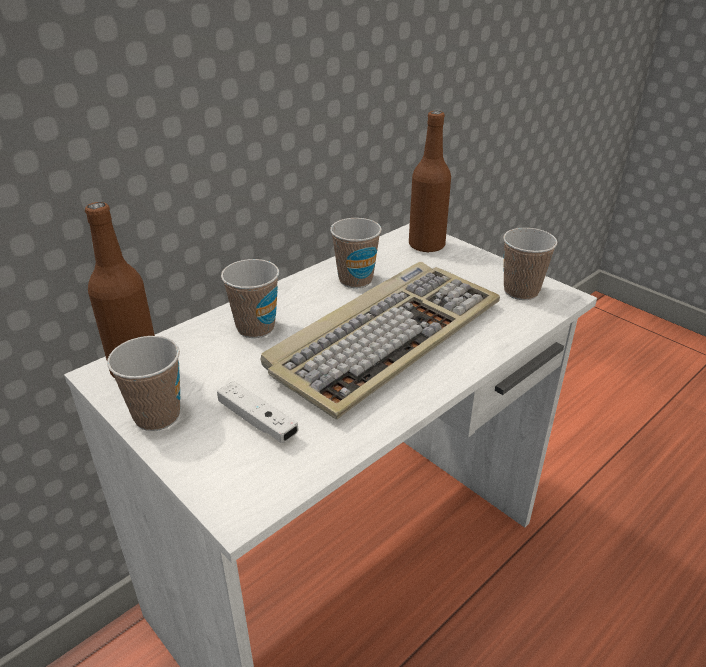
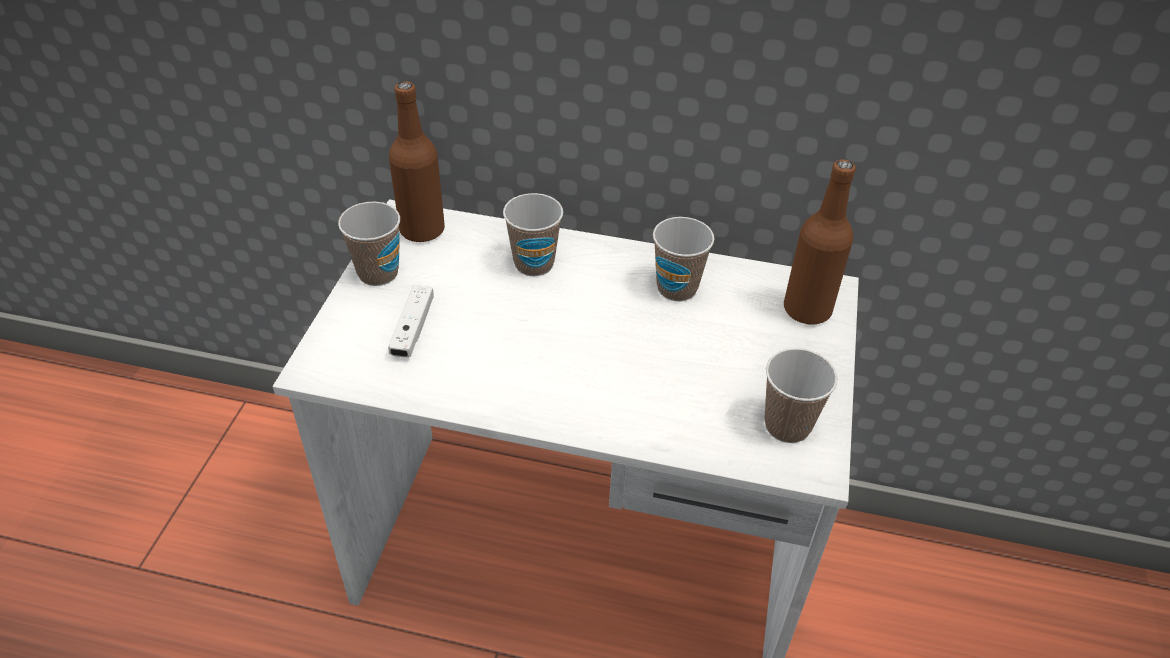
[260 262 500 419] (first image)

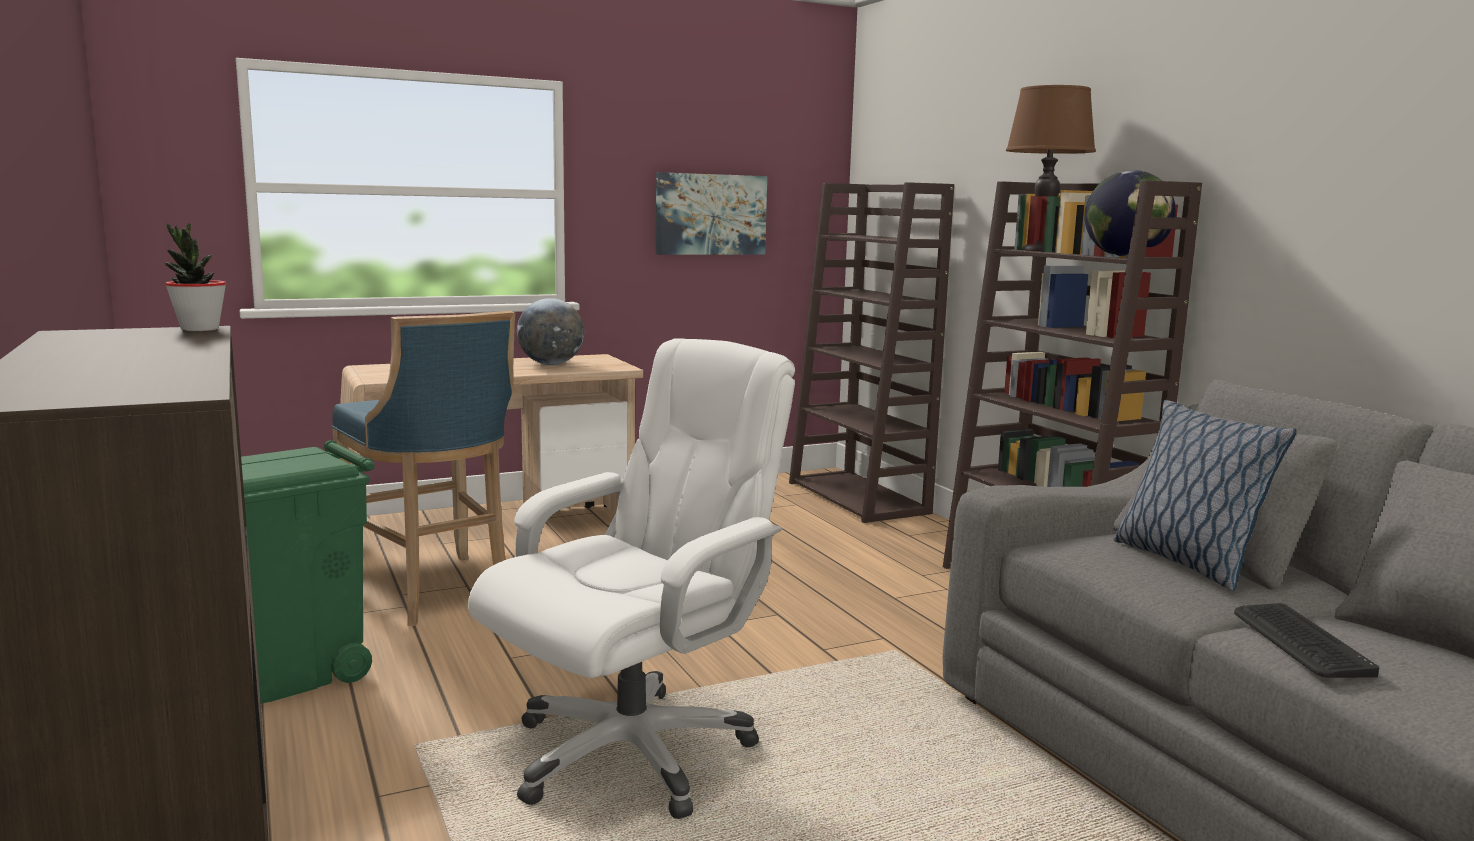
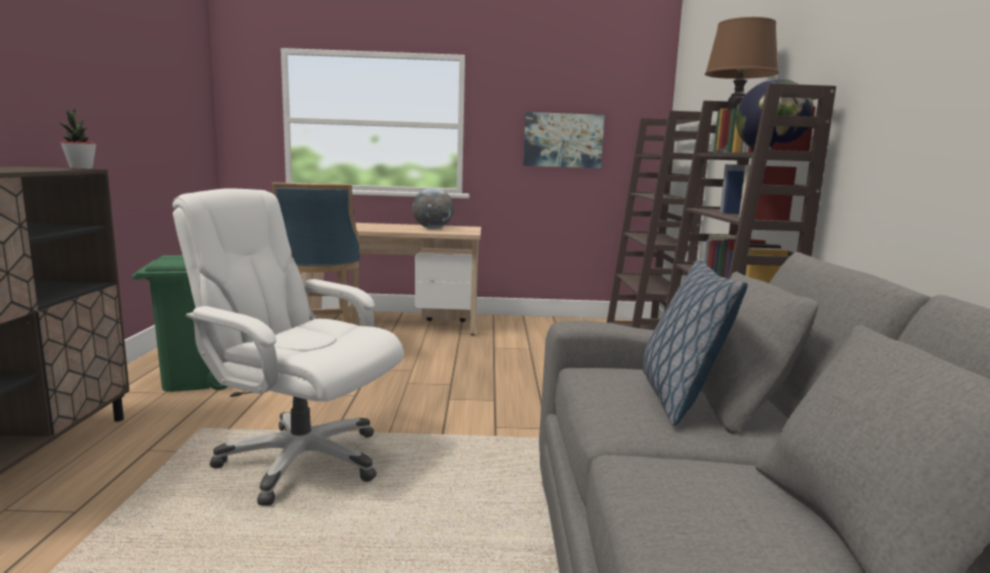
[172 188 404 506]
[1234 603 1379 678] (first image)

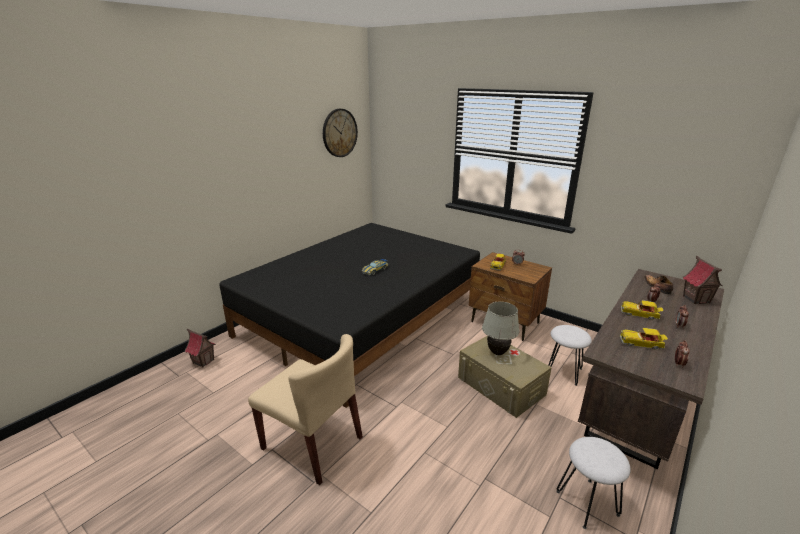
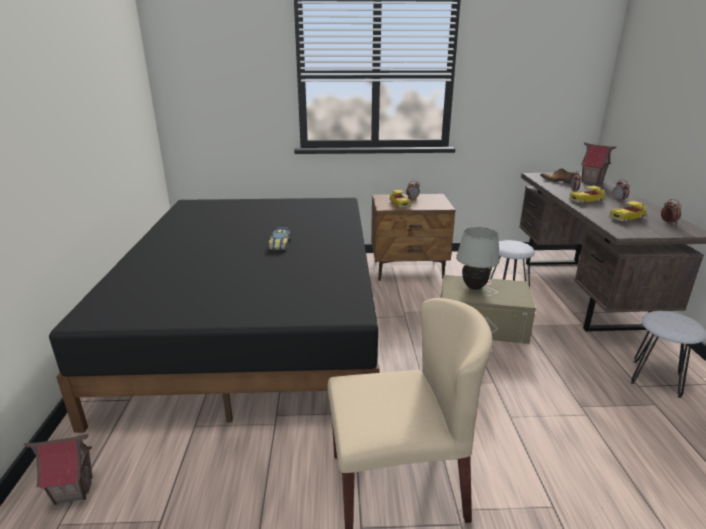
[323 109 358 157] (first image)

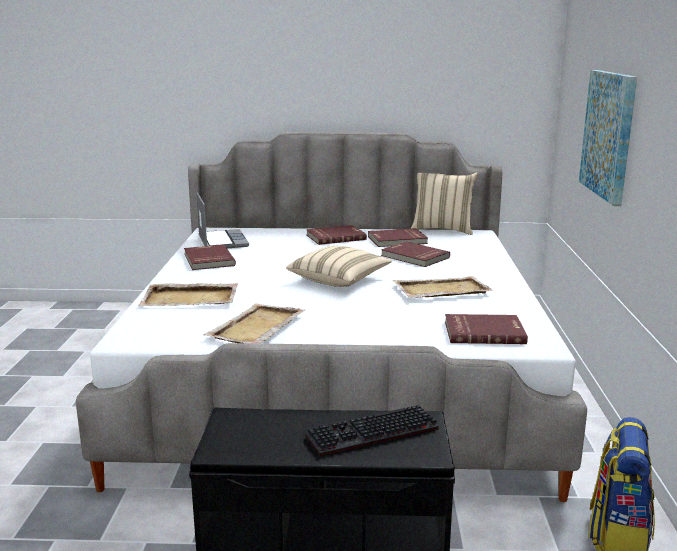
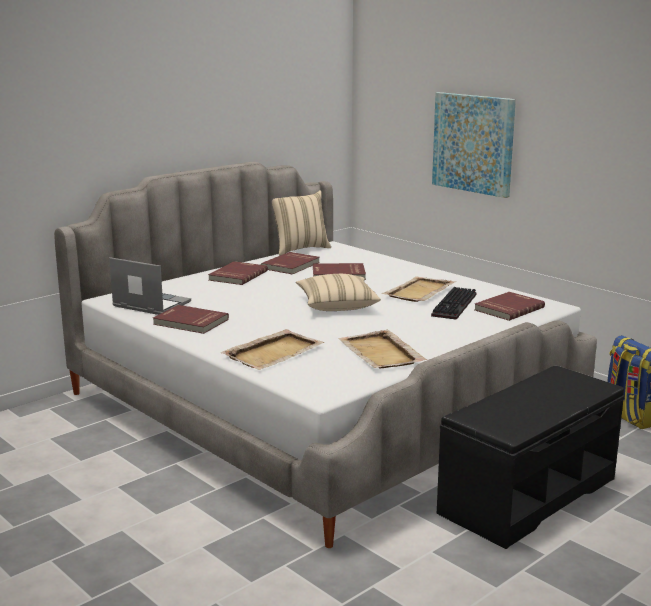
[431 287 476 320]

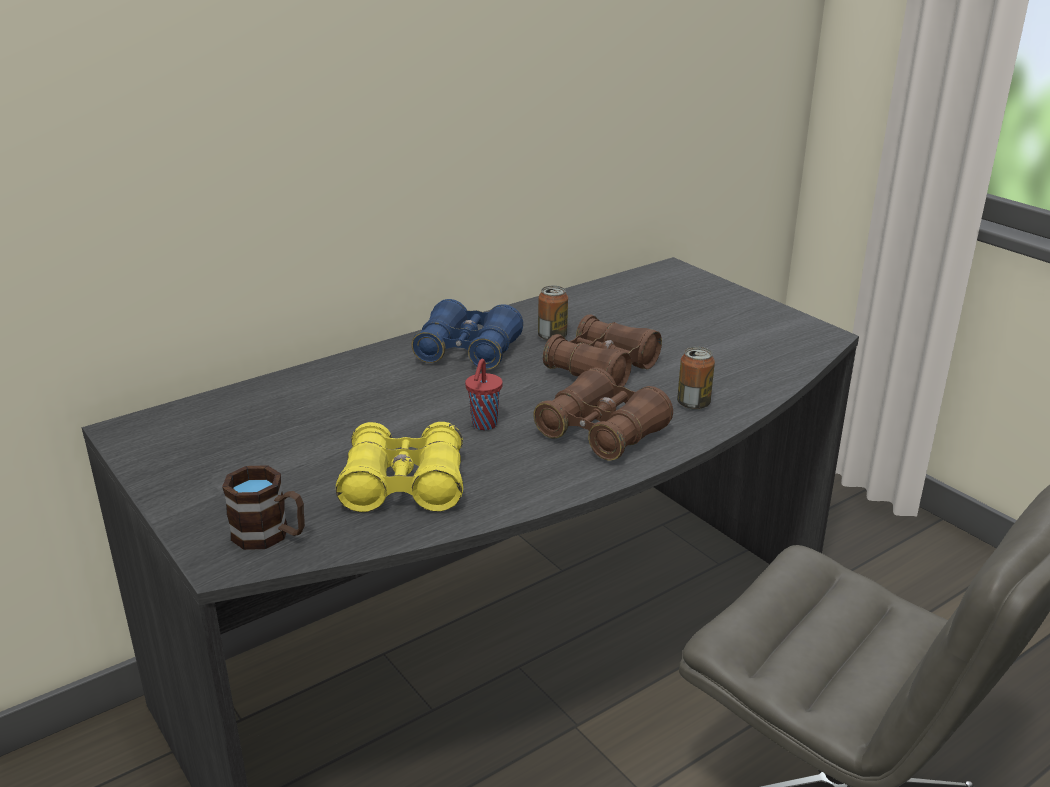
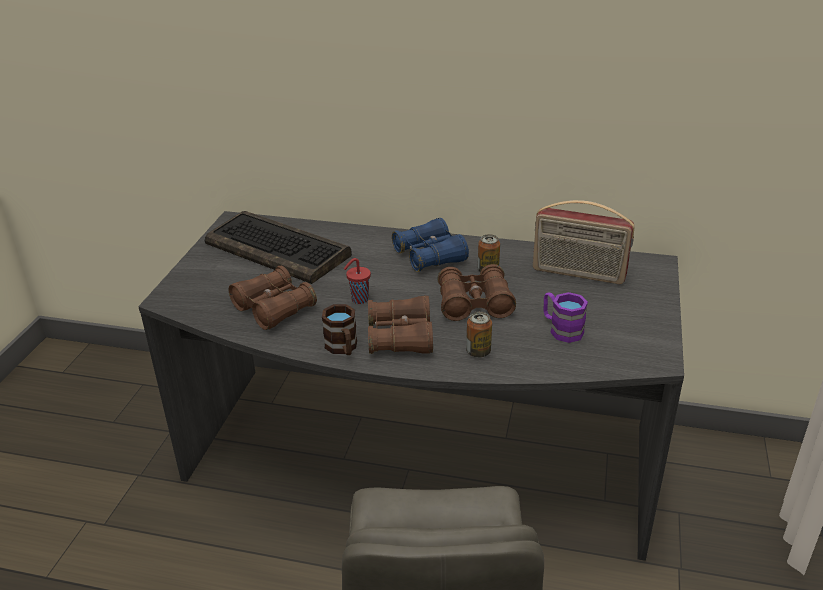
[205 211 352 284]
[228 266 317 330]
[322 304 357 355]
[533 200 635 284]
[544 292 588 343]

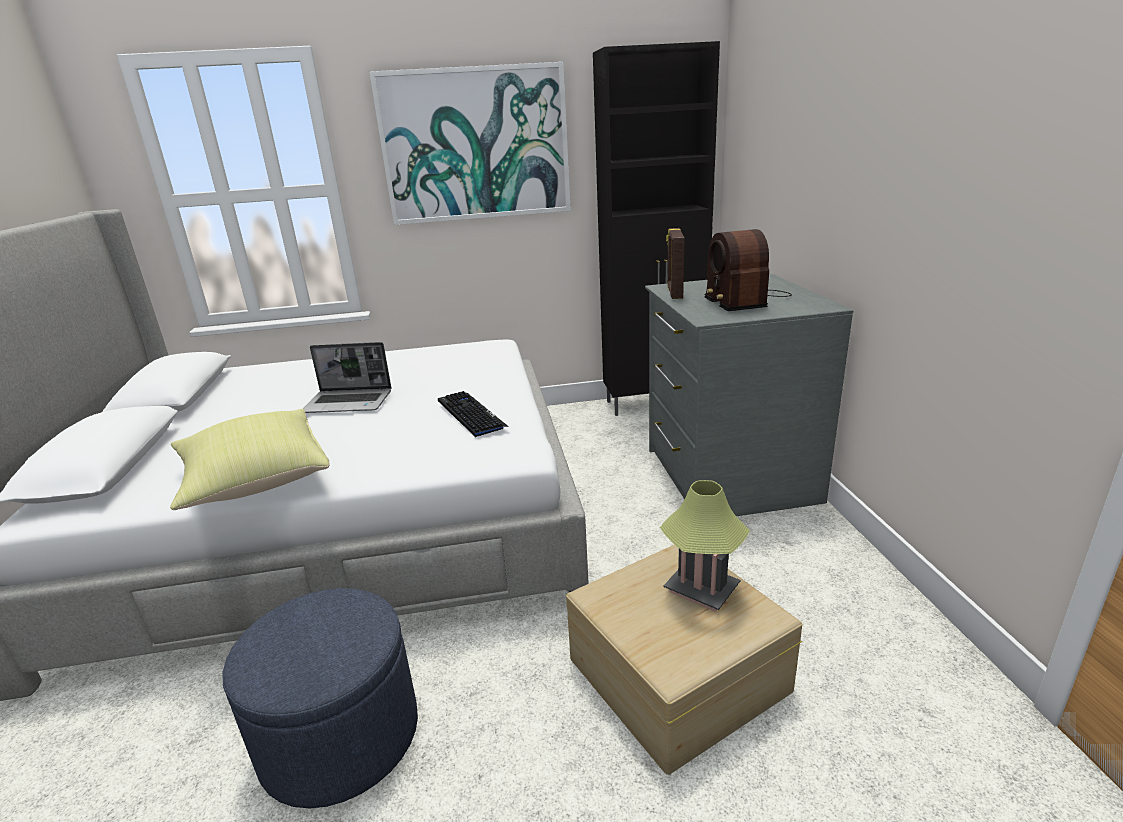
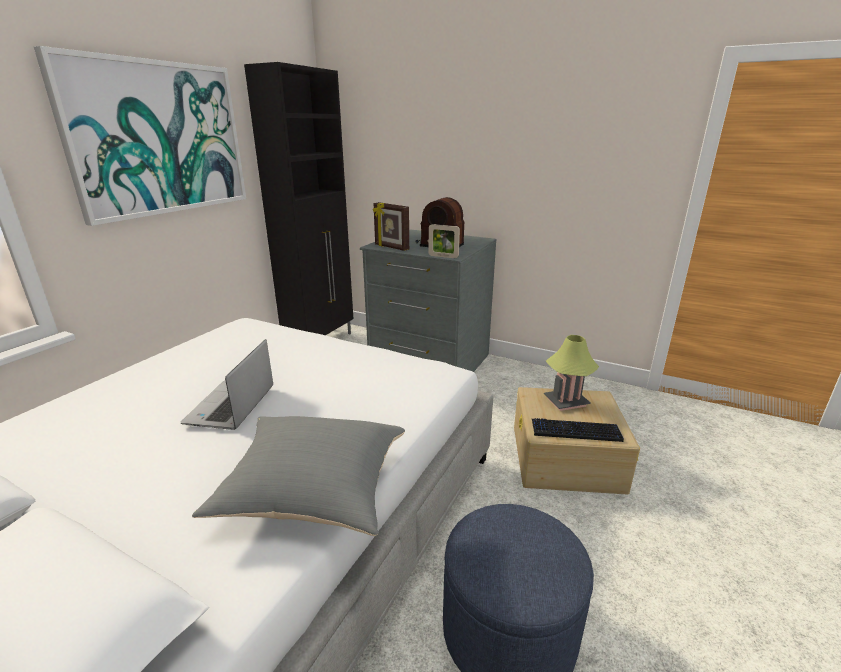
[181 339 273 430]
[192 416 405 536]
[429 224 460 258]
[532 418 624 442]

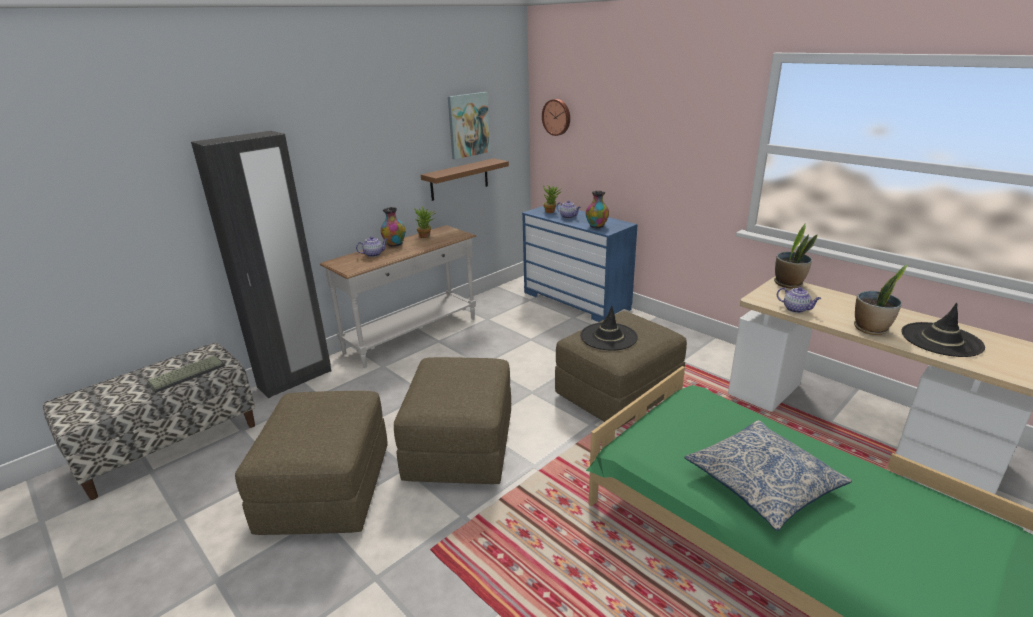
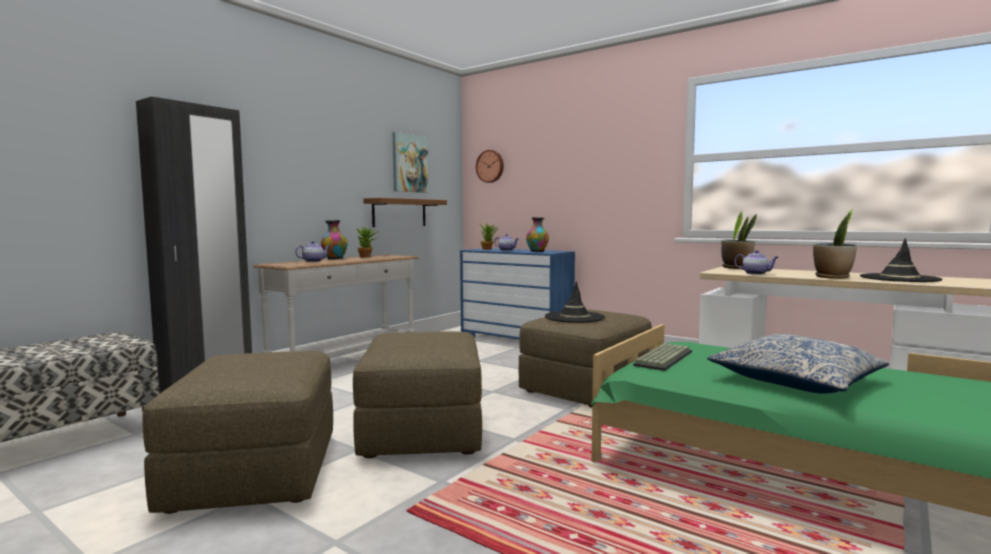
[633 343 692 371]

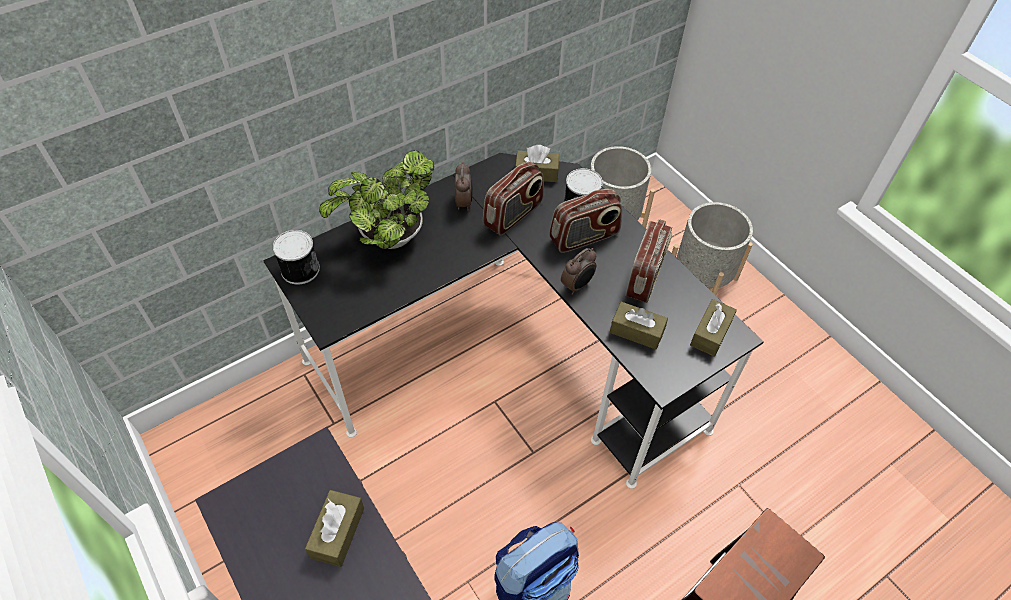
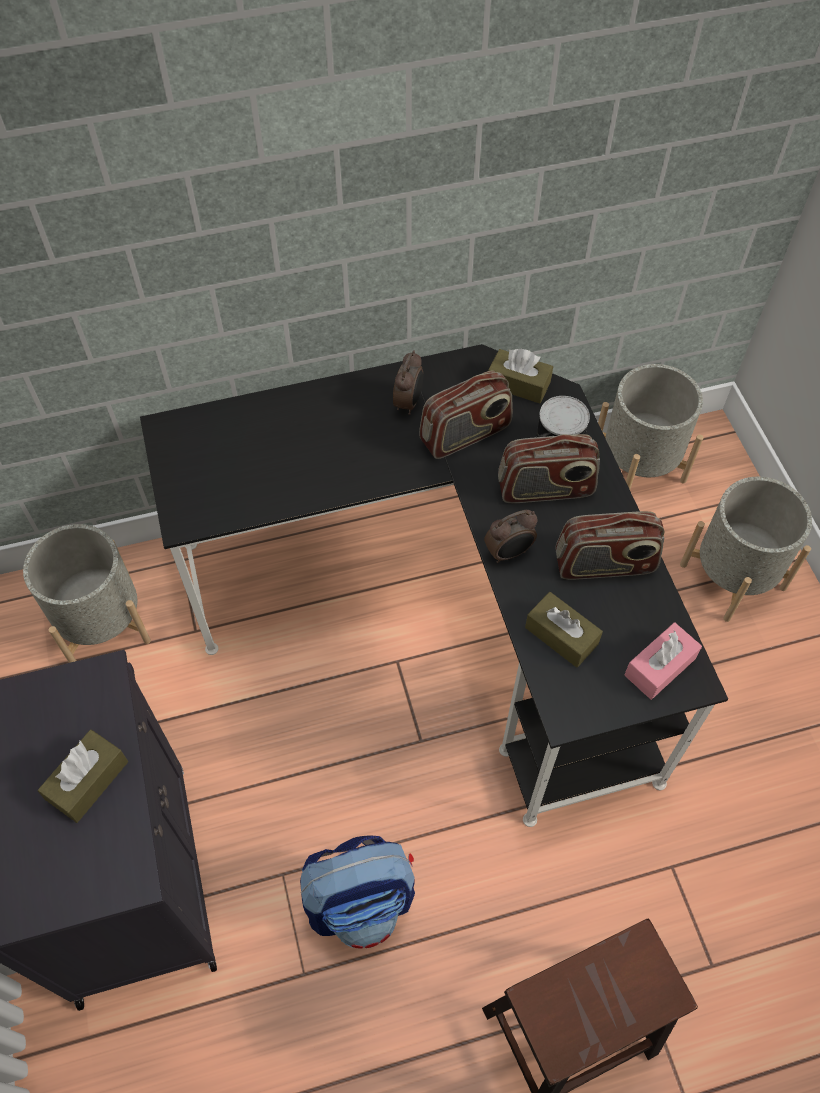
[23 524 151 663]
[555 511 664 580]
[624 622 702 700]
[273 230 320 284] (first image)
[319 150 434 249] (first image)

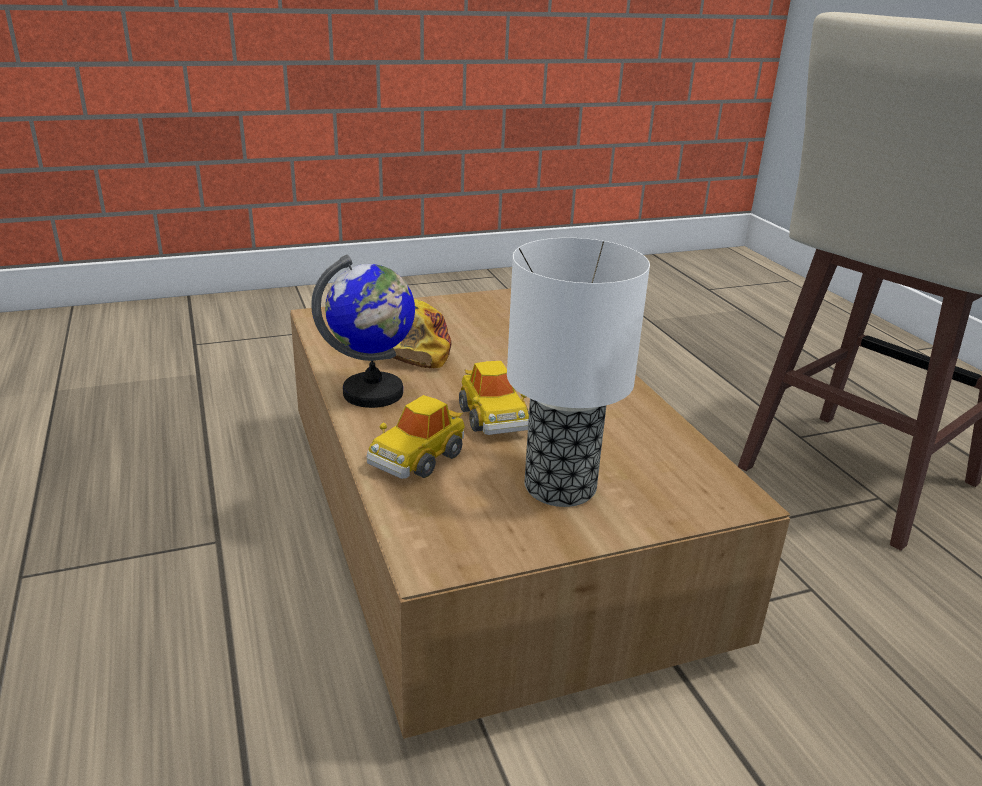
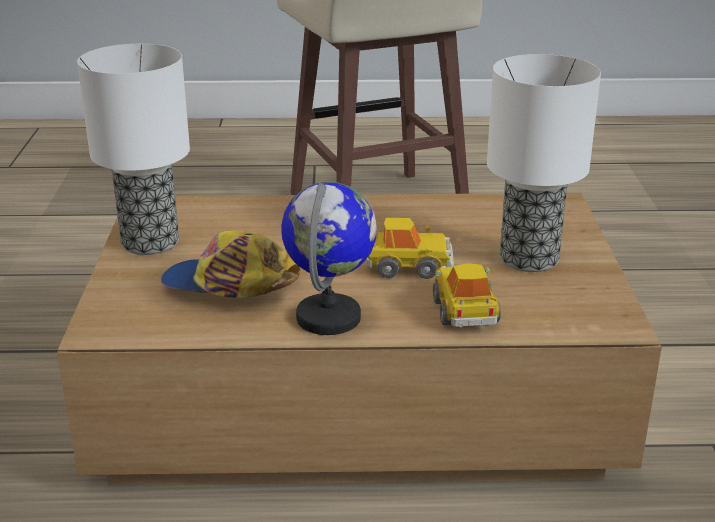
[77 44 190 255]
[433 263 501 327]

